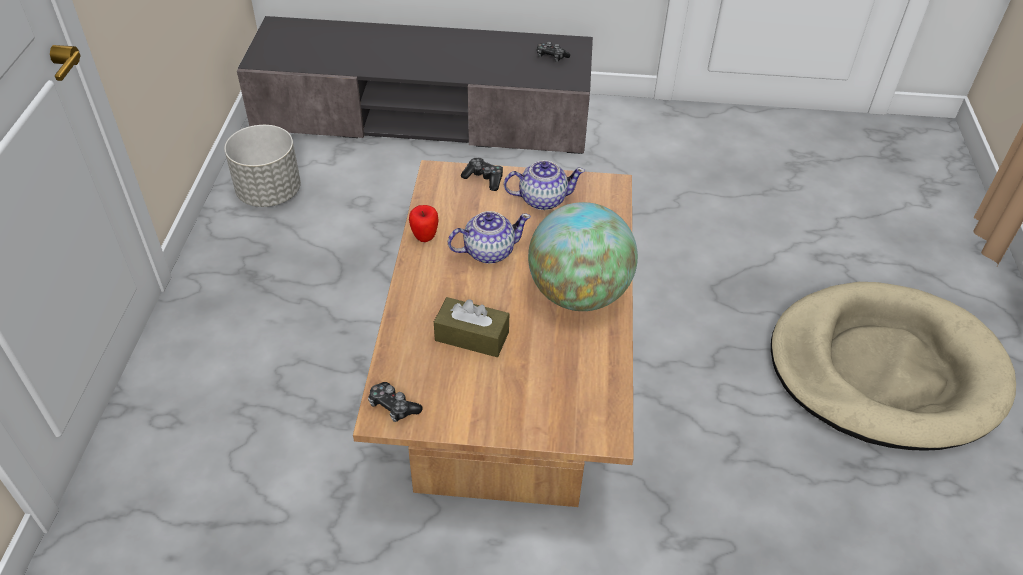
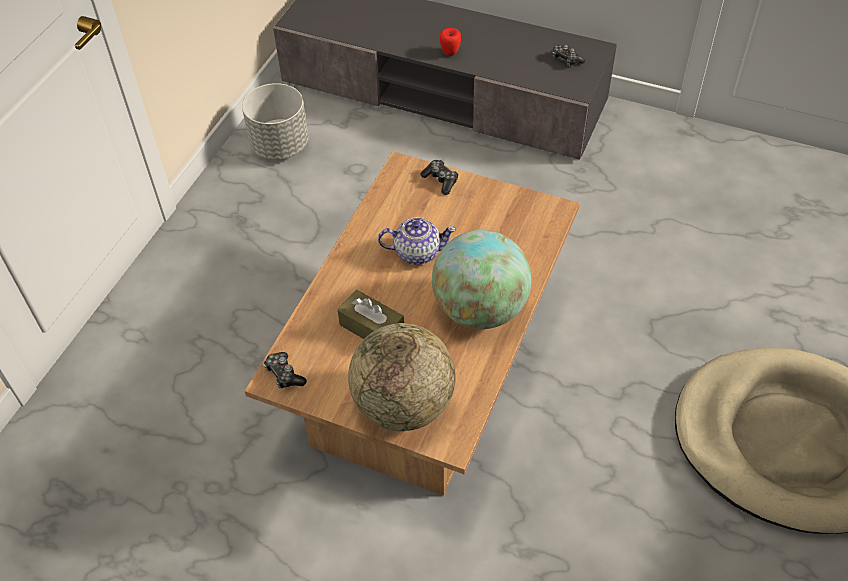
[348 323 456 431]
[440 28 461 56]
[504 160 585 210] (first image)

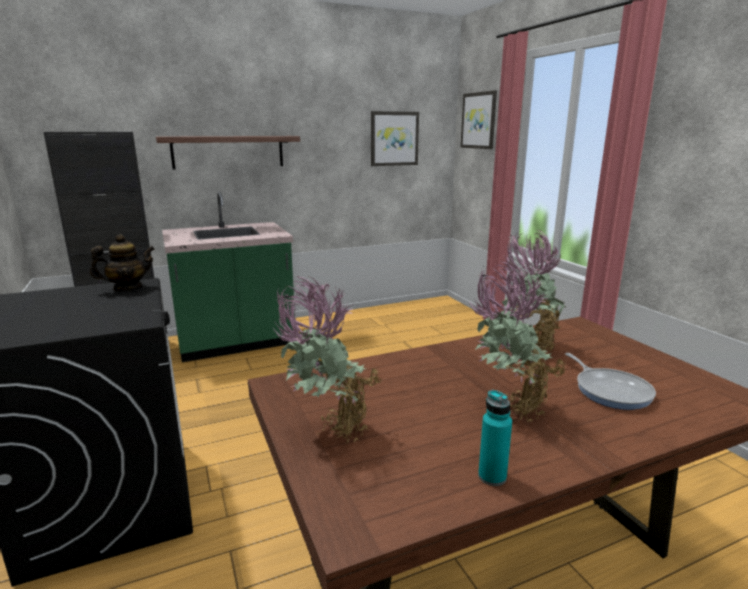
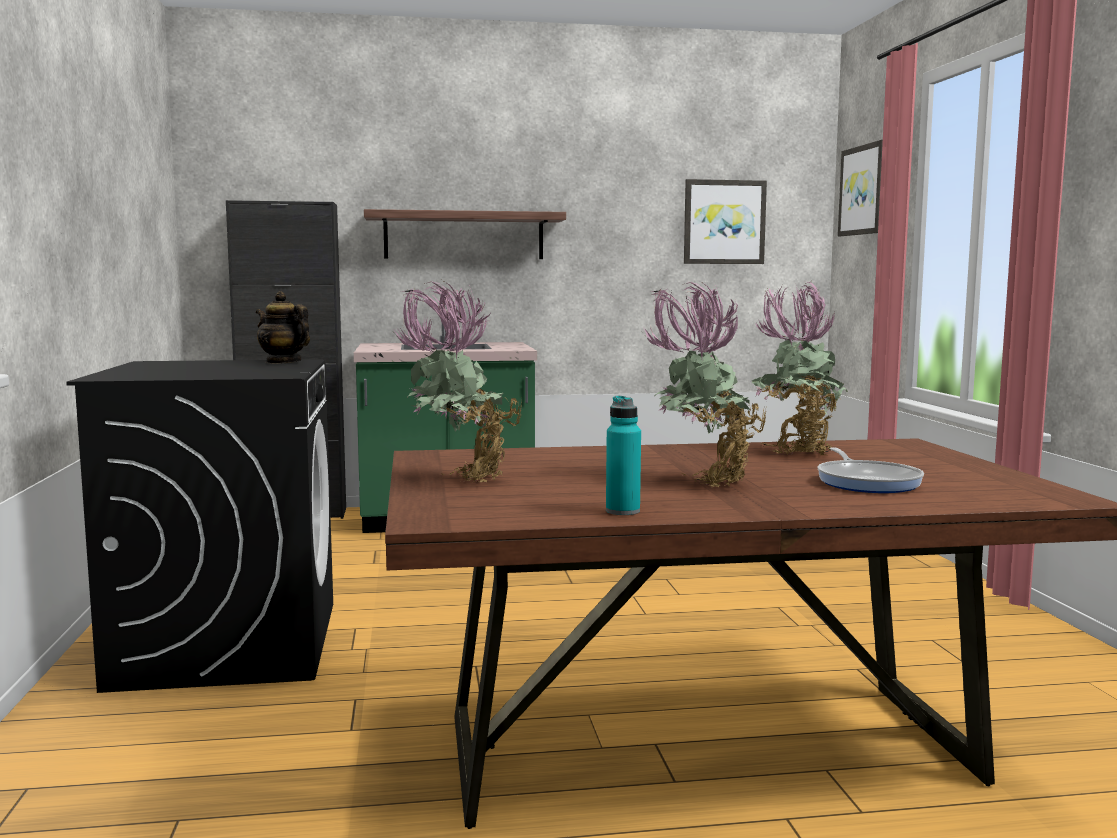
[256 292 310 364]

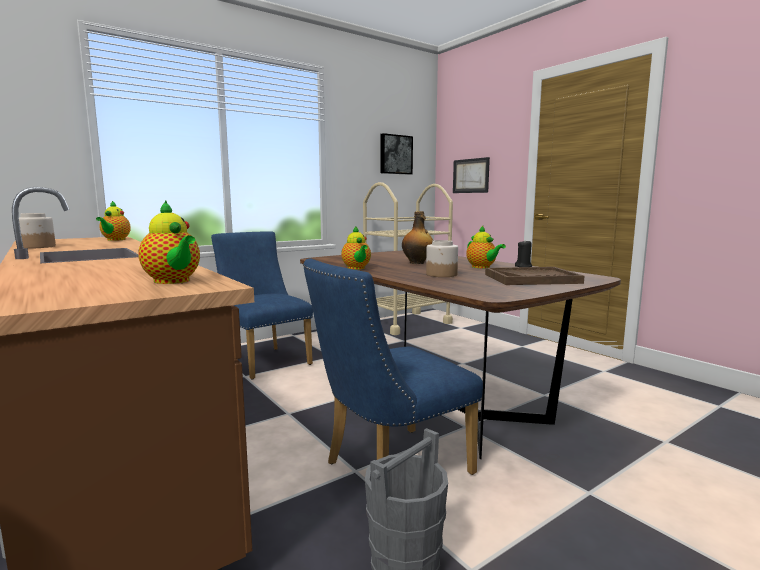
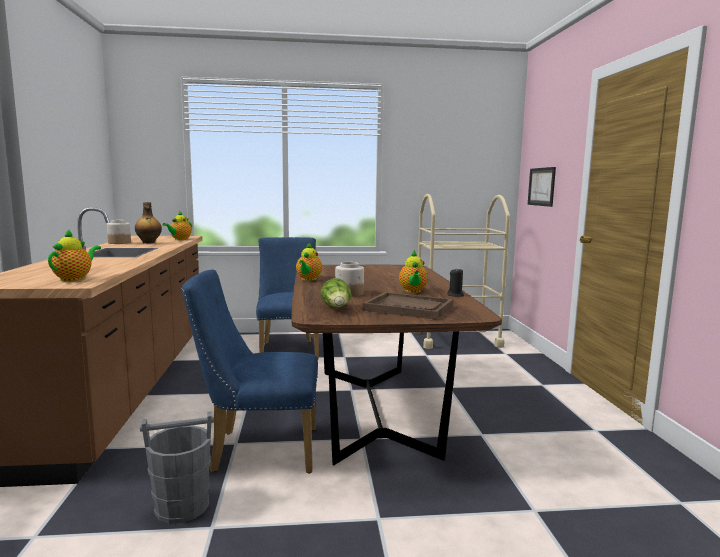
[48 229 101 281]
[135 202 162 244]
[321 278 351 308]
[380 133 413 175] (first image)

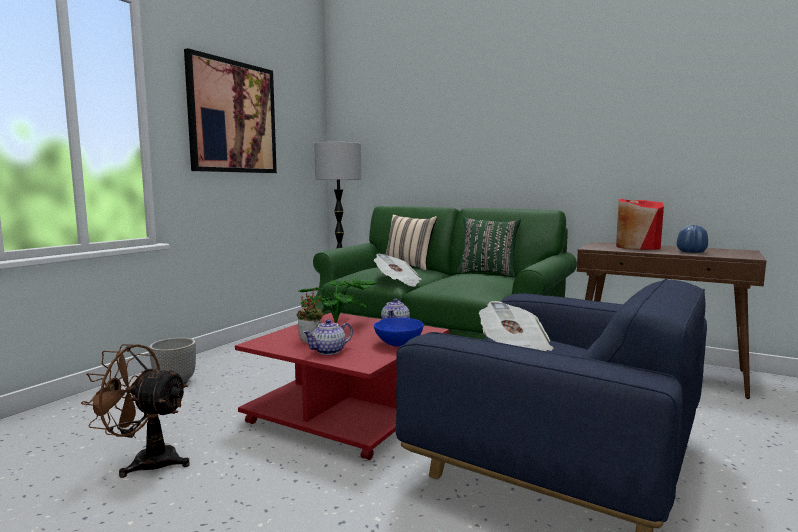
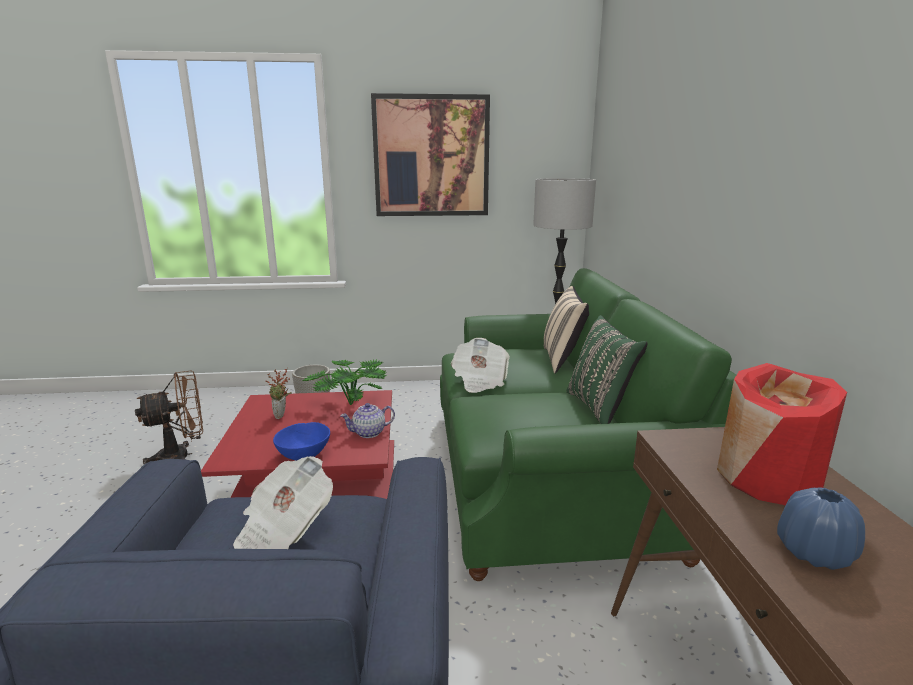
[135 370 203 464]
[303 319 353 355] (first image)

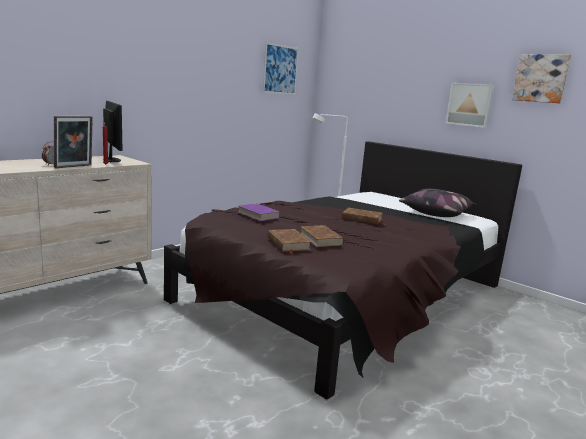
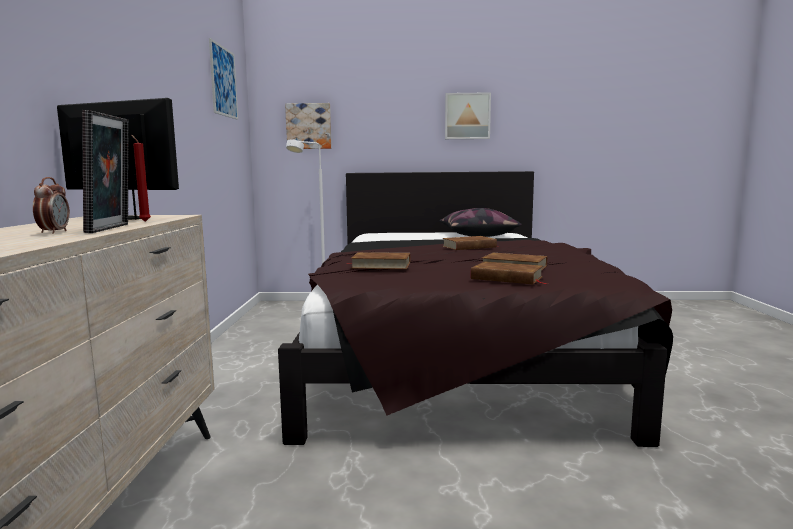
[285 103 332 149]
[347 252 410 269]

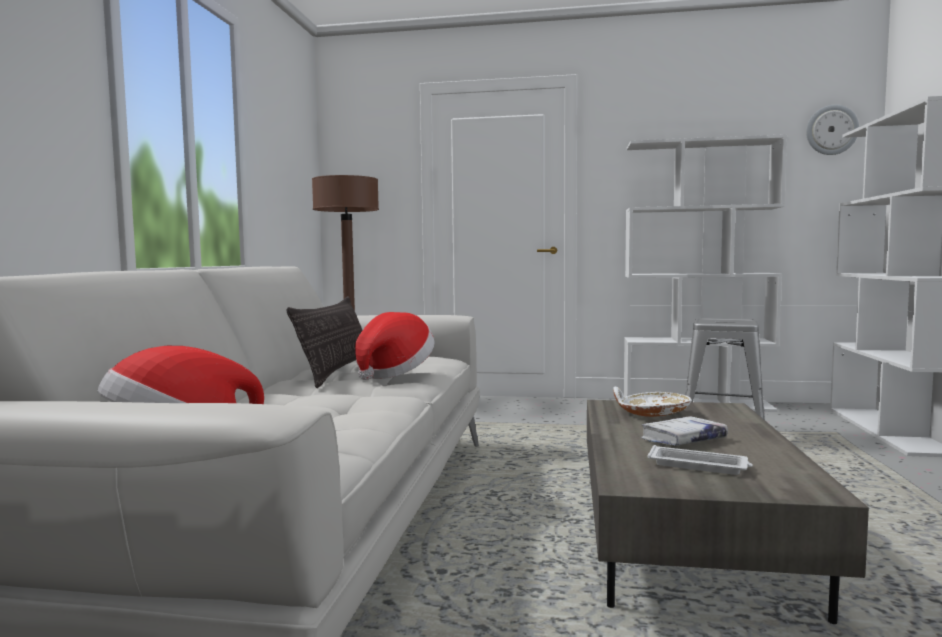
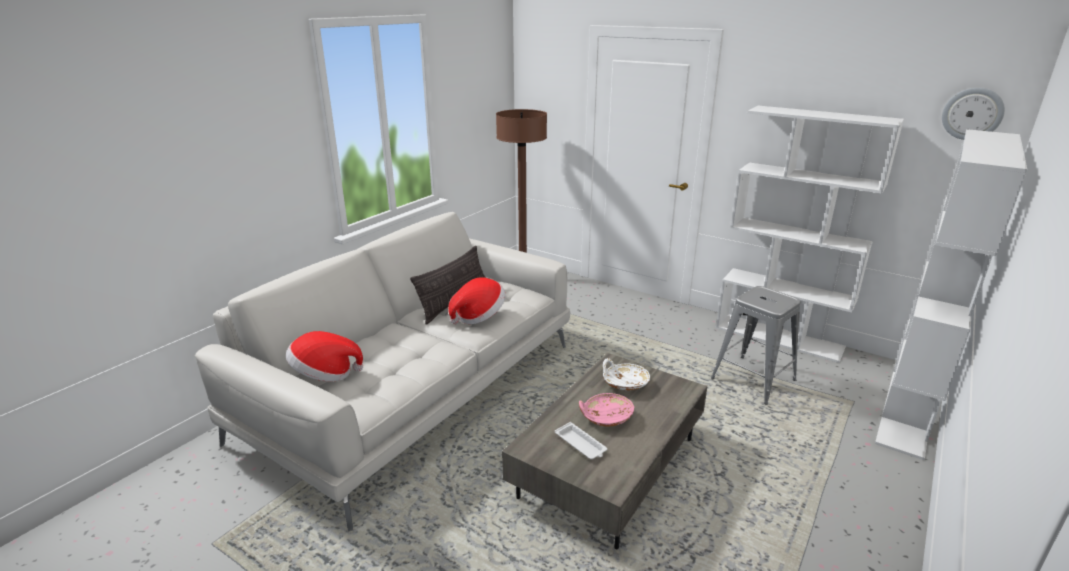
[579 393 634 426]

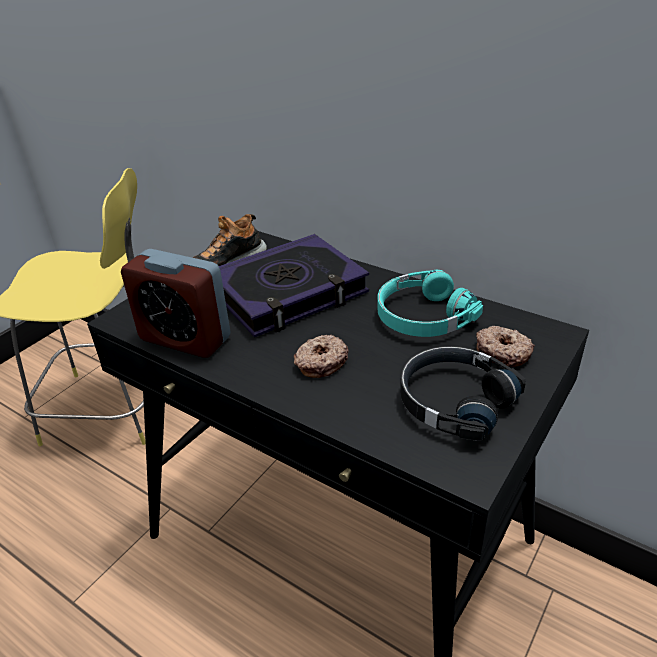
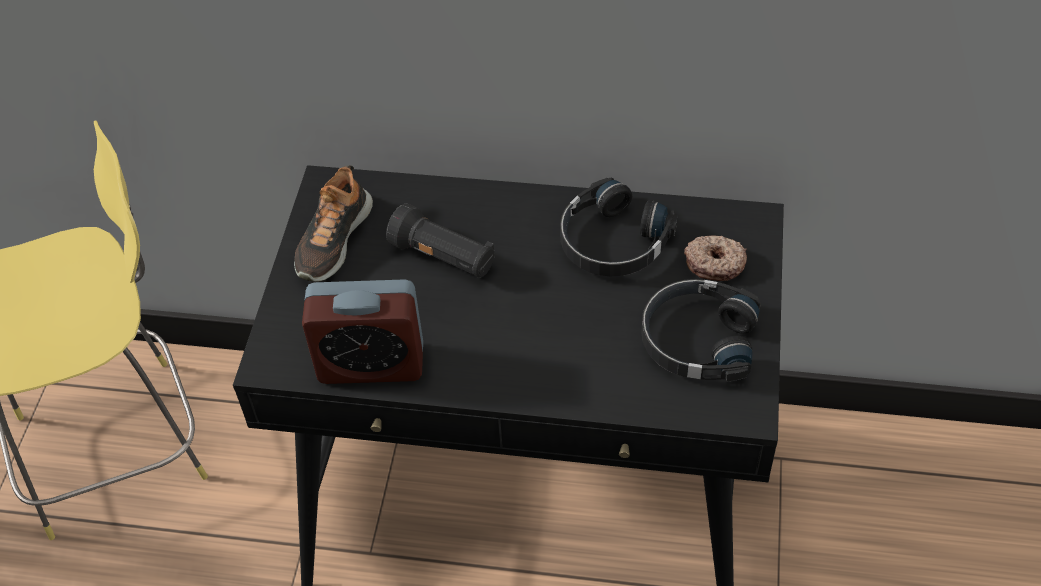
[386 204 495 278]
[560 178 677 276]
[294 334 349 378] (first image)

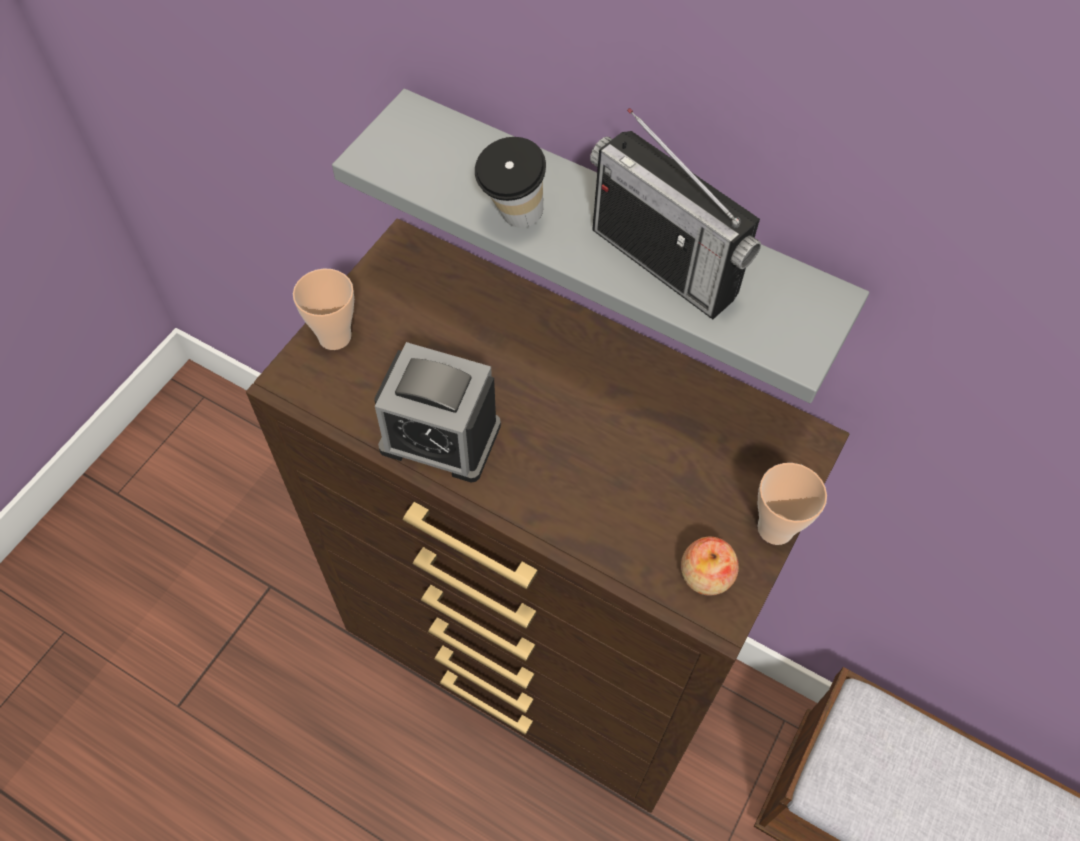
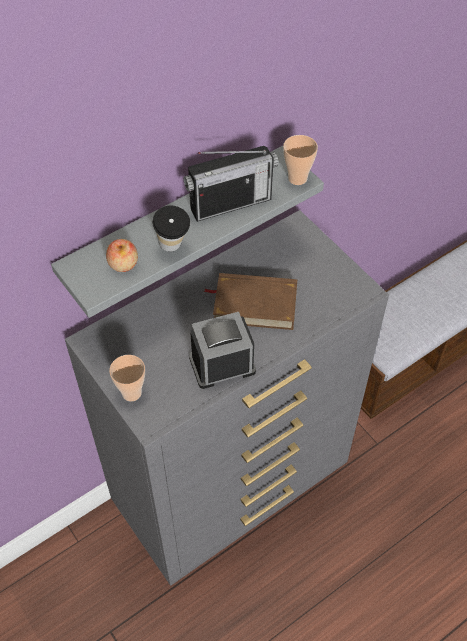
[65 210 389 585]
[106 239 138 272]
[189 312 256 389]
[203 273 297 330]
[283 135 318 185]

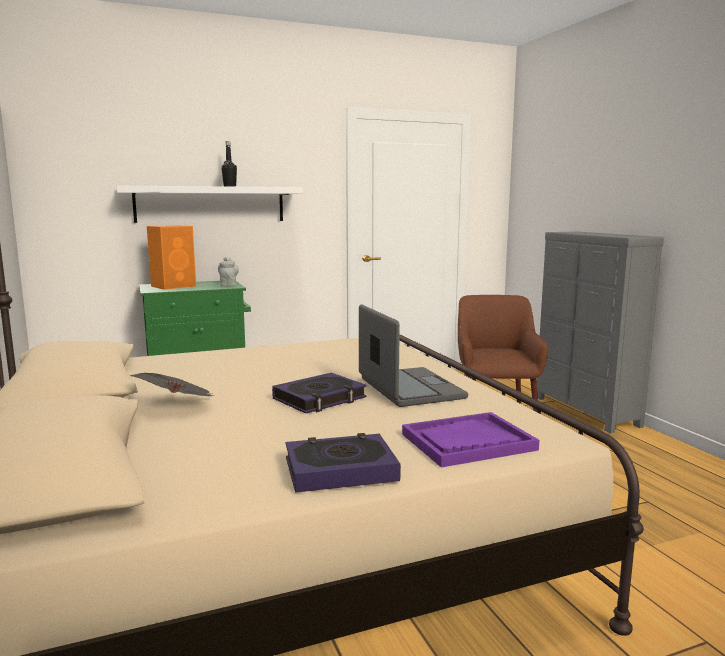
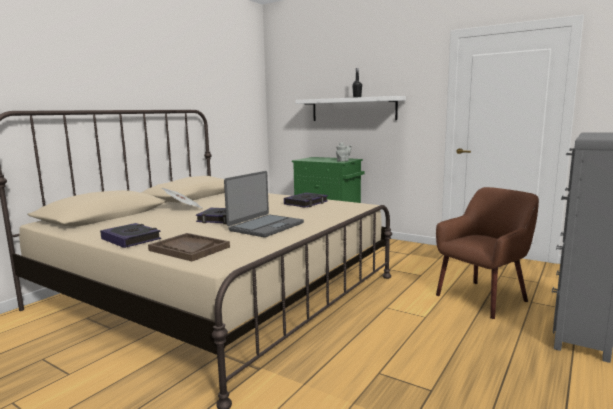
[148 233 230 261]
[284 192 328 208]
[147 225 196 290] (first image)

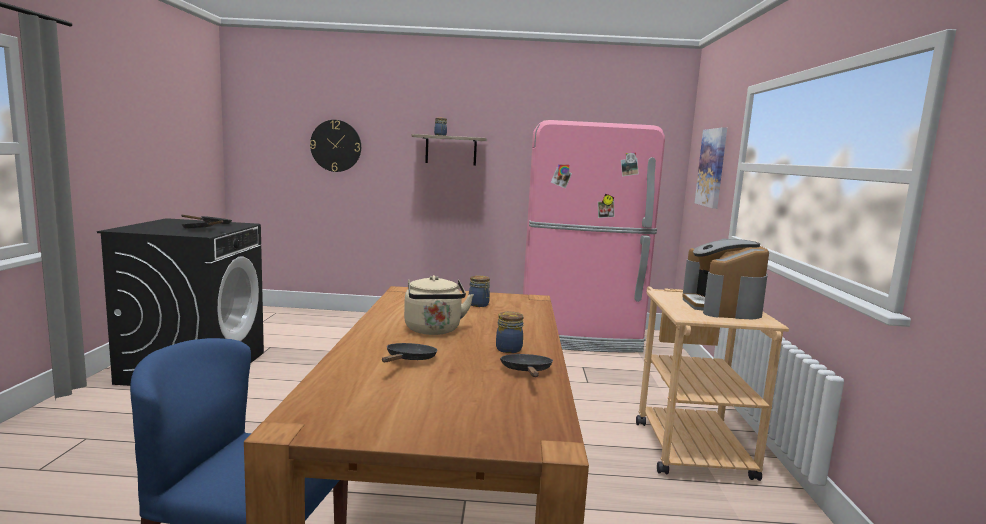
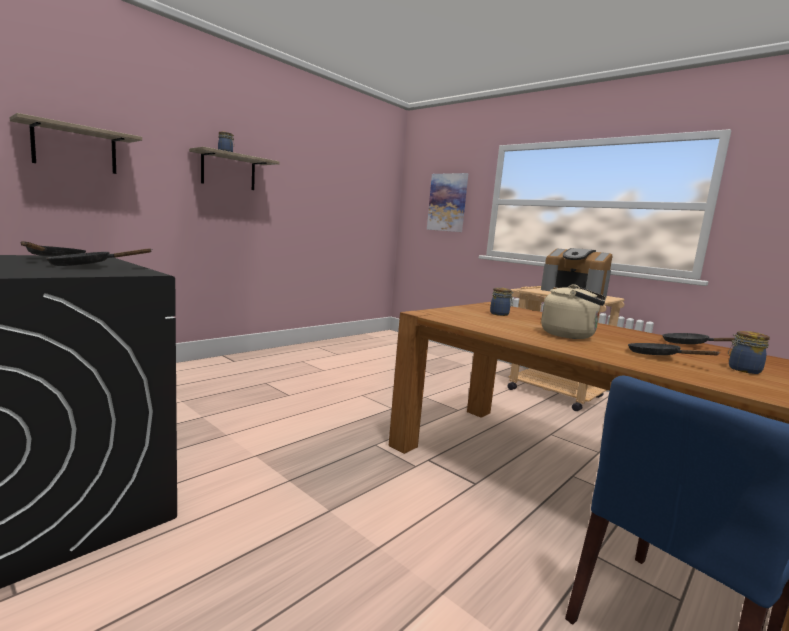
[9 113 142 174]
[728 331 770 374]
[523 120 665 353] (first image)

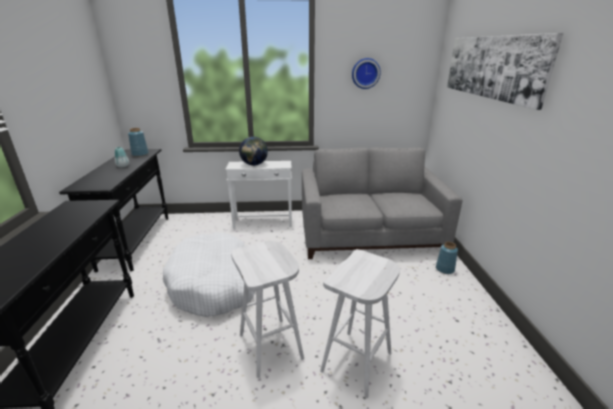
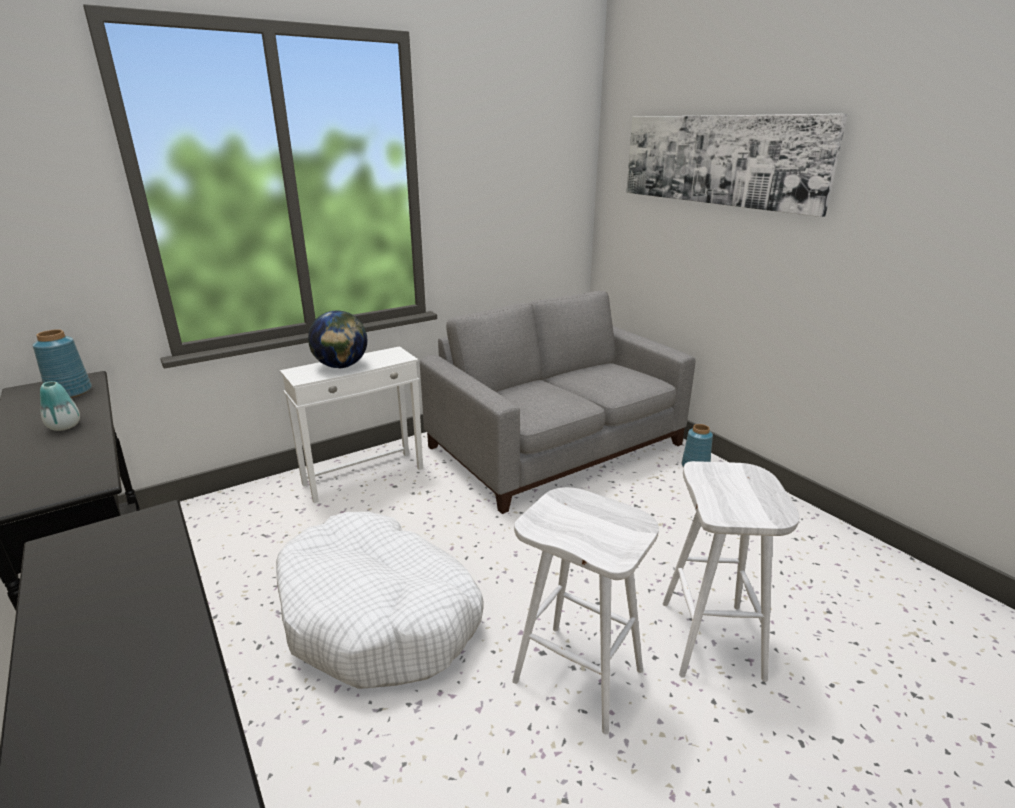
[352 58 381 89] (first image)

